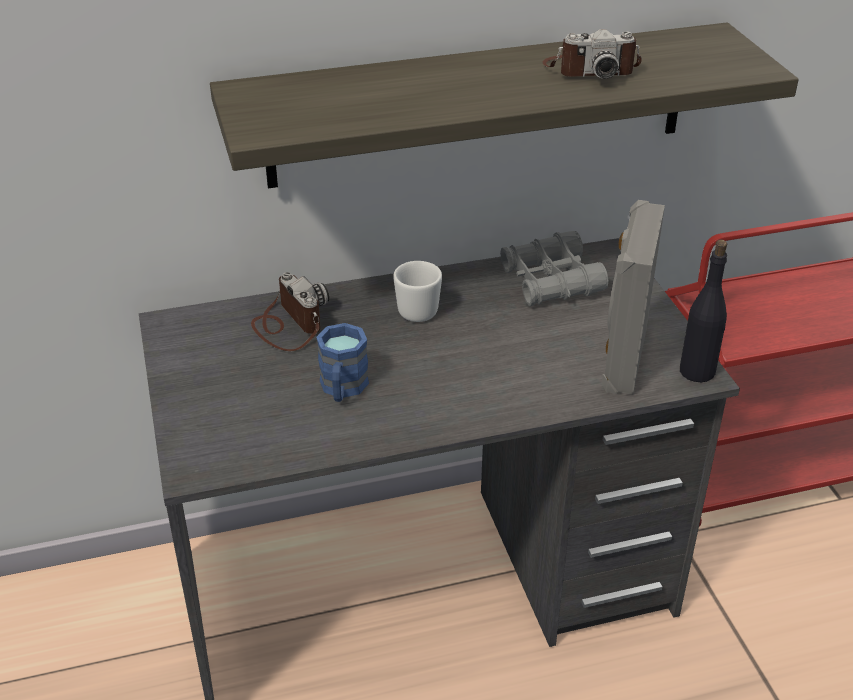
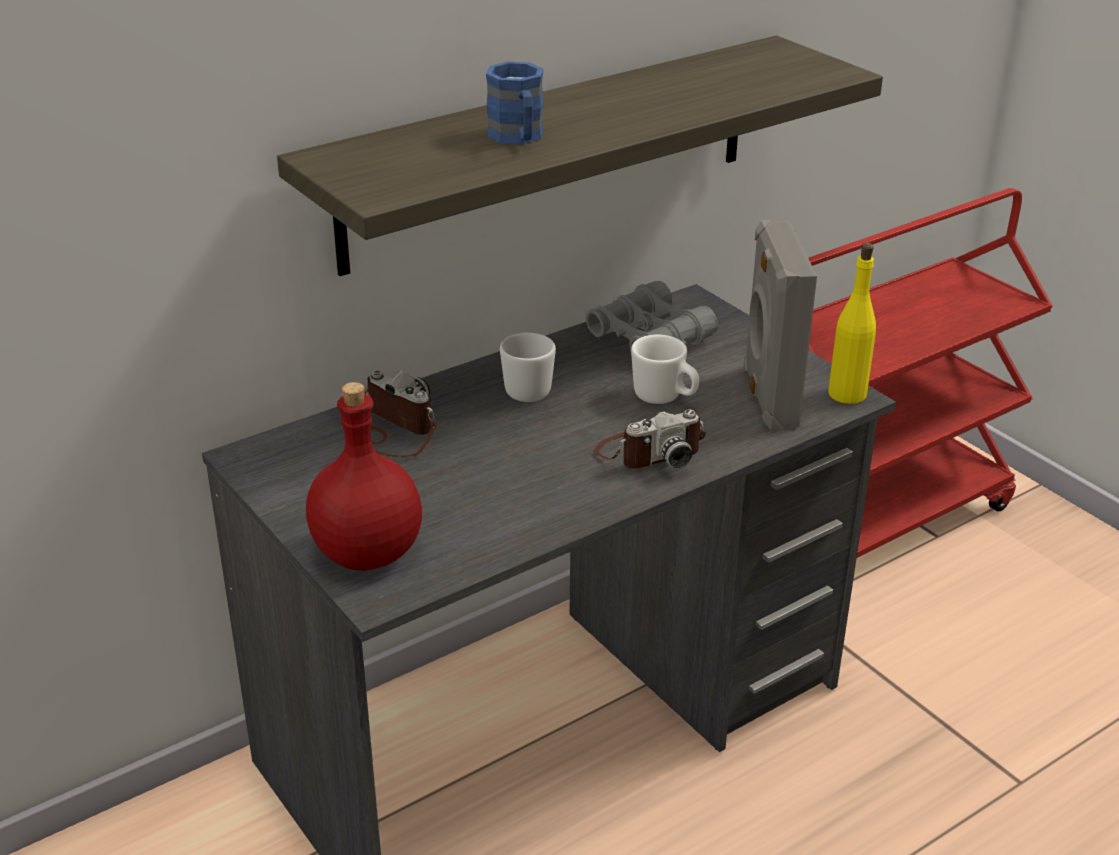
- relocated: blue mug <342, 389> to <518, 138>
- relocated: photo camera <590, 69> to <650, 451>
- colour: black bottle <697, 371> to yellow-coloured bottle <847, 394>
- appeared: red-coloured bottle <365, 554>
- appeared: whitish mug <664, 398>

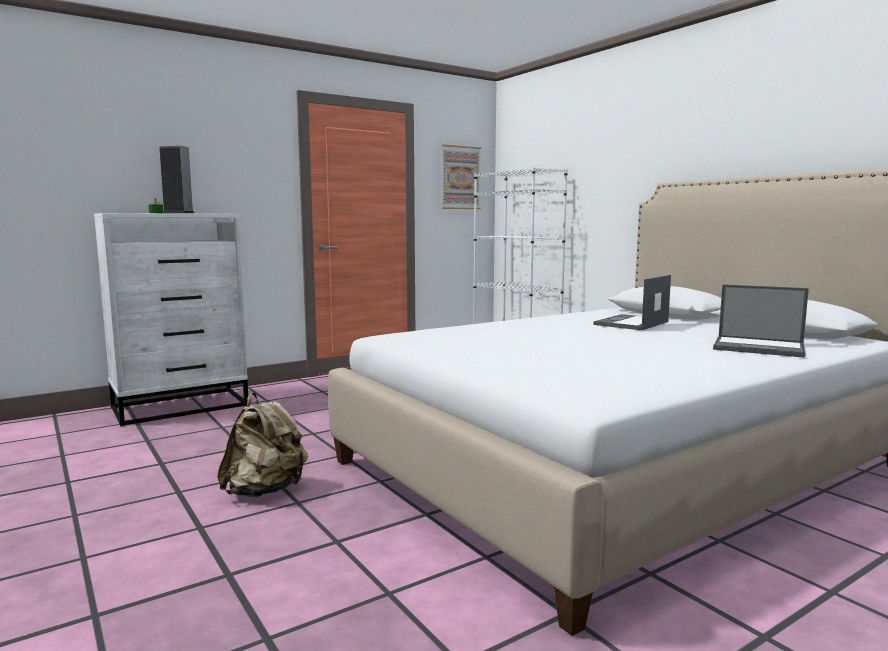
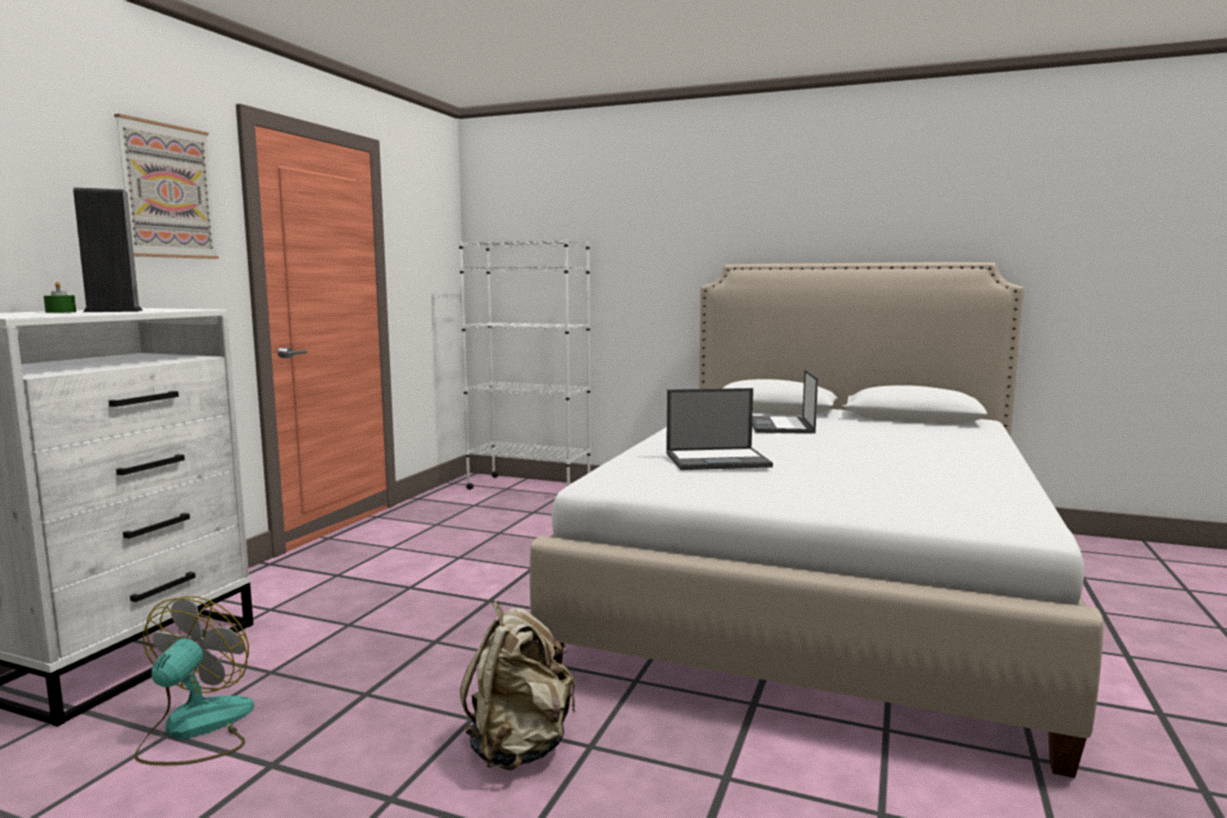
- relocated: wall picture <460, 177> to <167, 191>
- relocated: laptop <760, 347> to <718, 460>
- appeared: electric fan <195, 729>

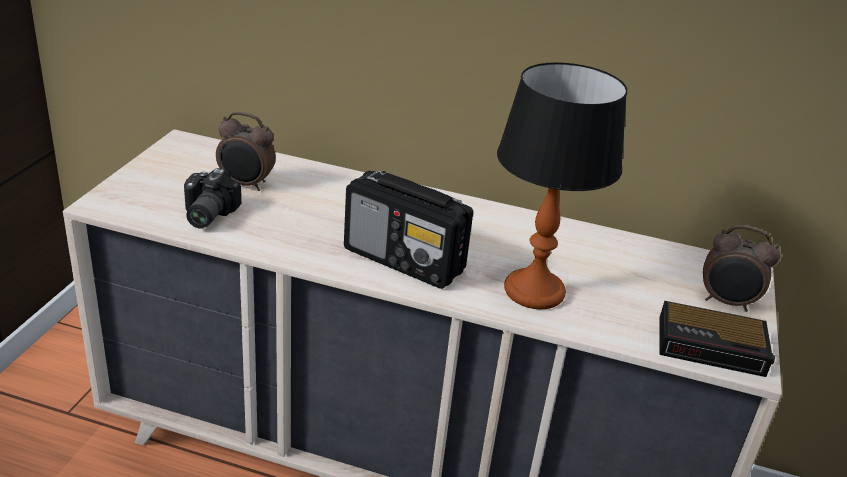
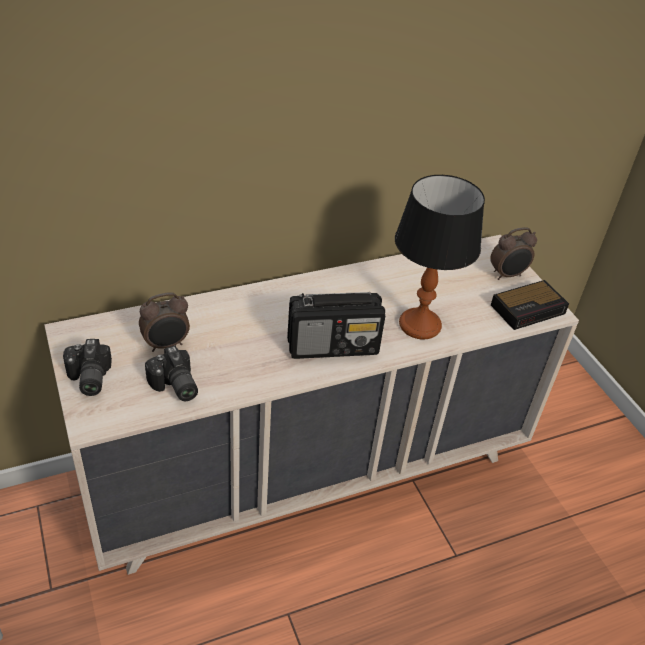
- appeared: photo camera <87, 379>

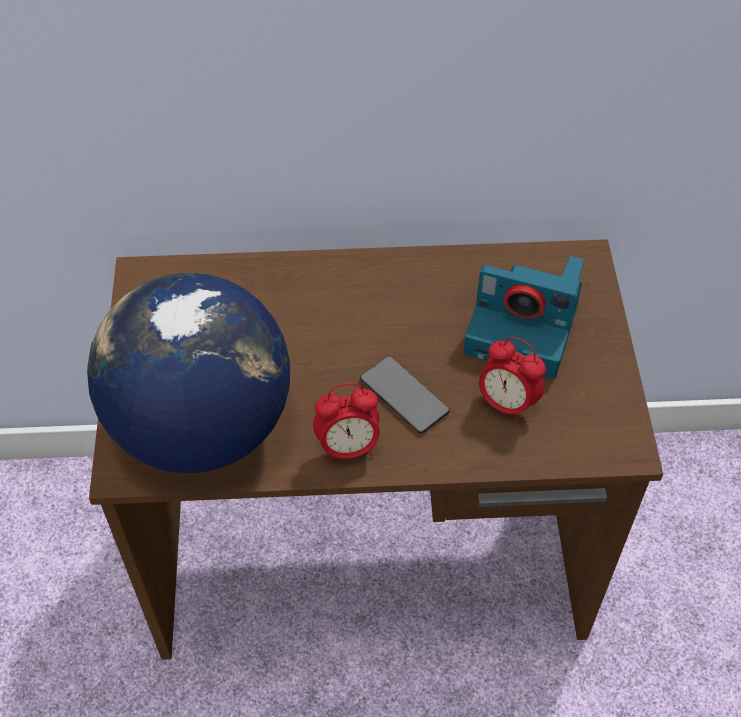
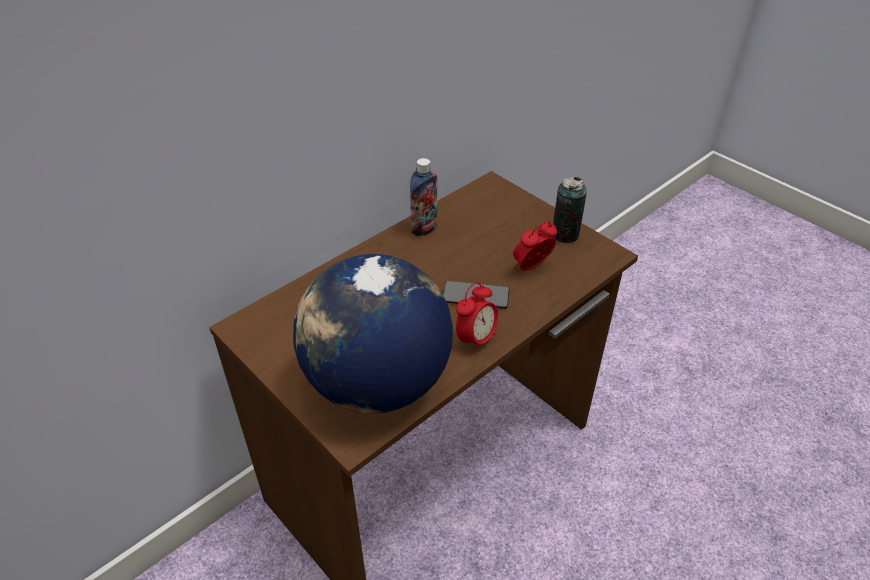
- missing: photo camera <525, 327>
- spun: bedside clock <506, 403> = <531, 268> 150 degrees clockwise
- appeared: bottle <424, 228>
- appeared: metal can <565, 235>

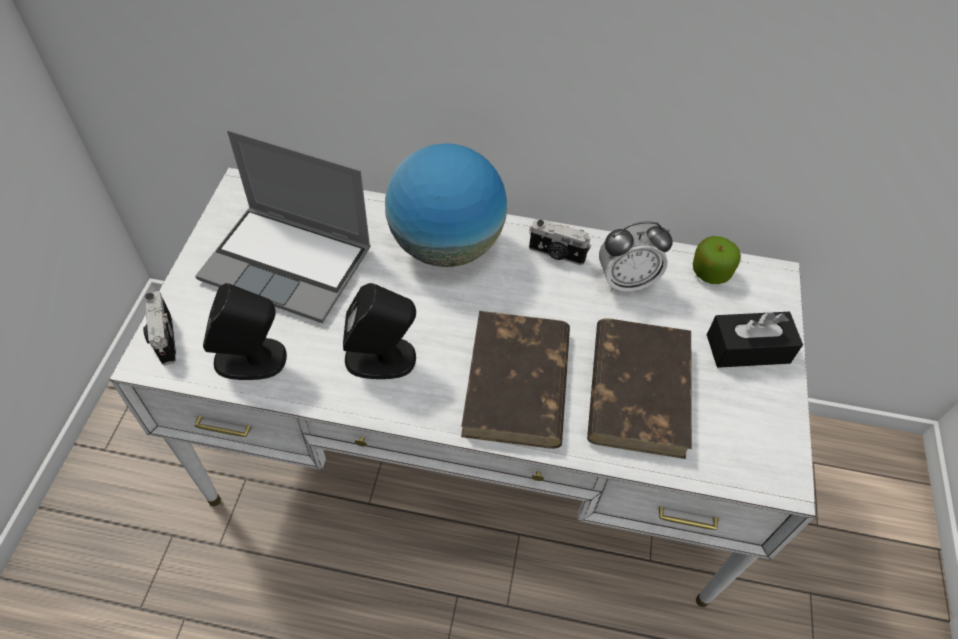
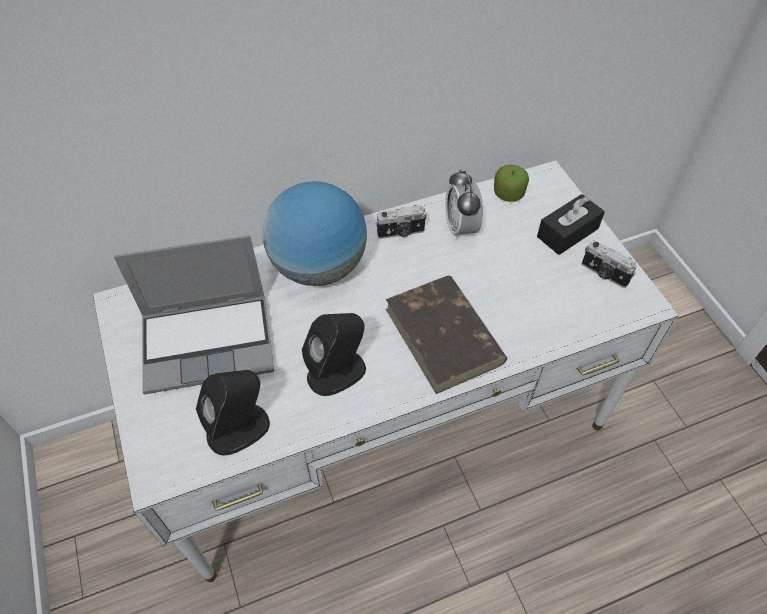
- relocated: photo camera <164, 339> to <604, 274>
- missing: brown-coloured bound book <638, 389>
- spun: bedside clock <626, 281> = <461, 228> 120 degrees clockwise

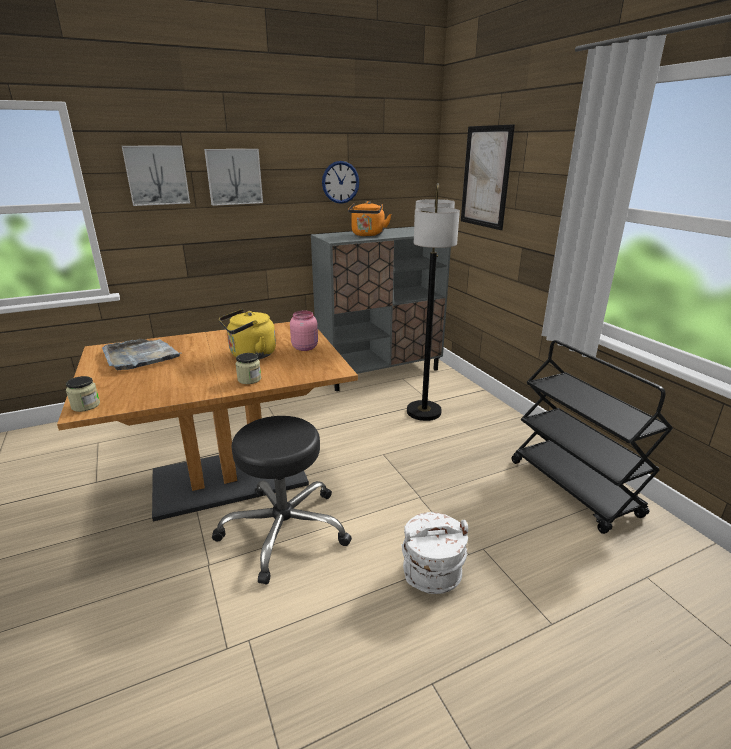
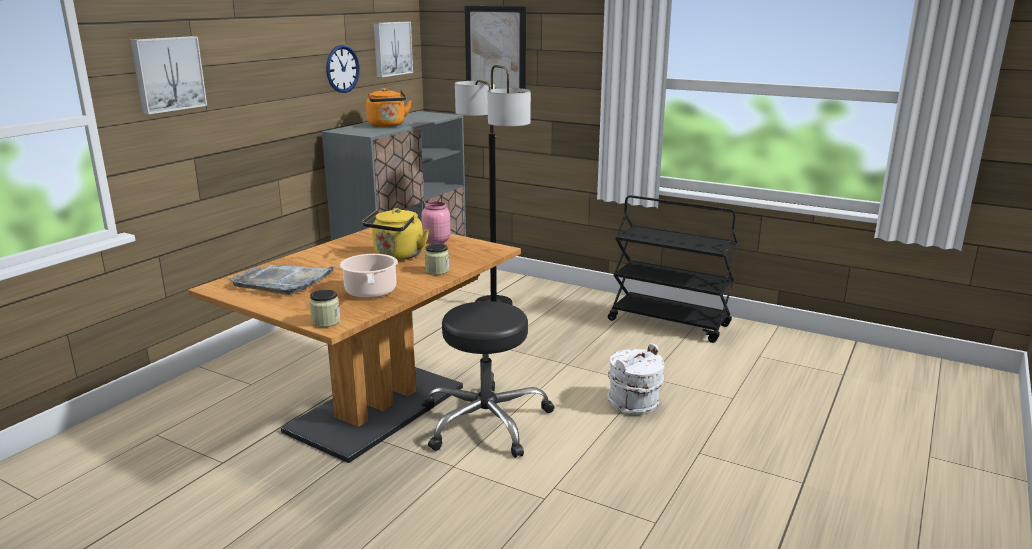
- relocated: wall picture <234, 176> to <391, 48>
- appeared: saucepot <371, 292>

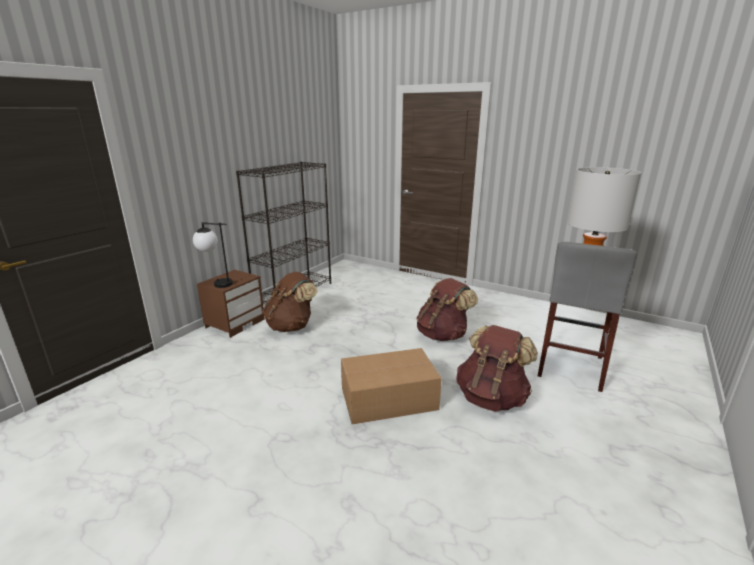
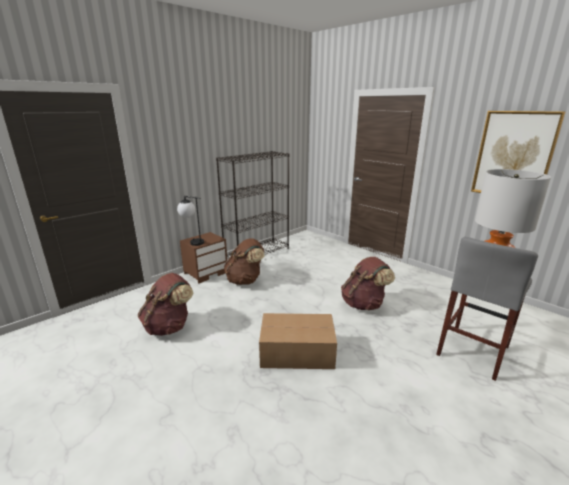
- relocated: brown-coloured knapsack <491, 398> to <169, 327>
- appeared: wall picture <513, 155>

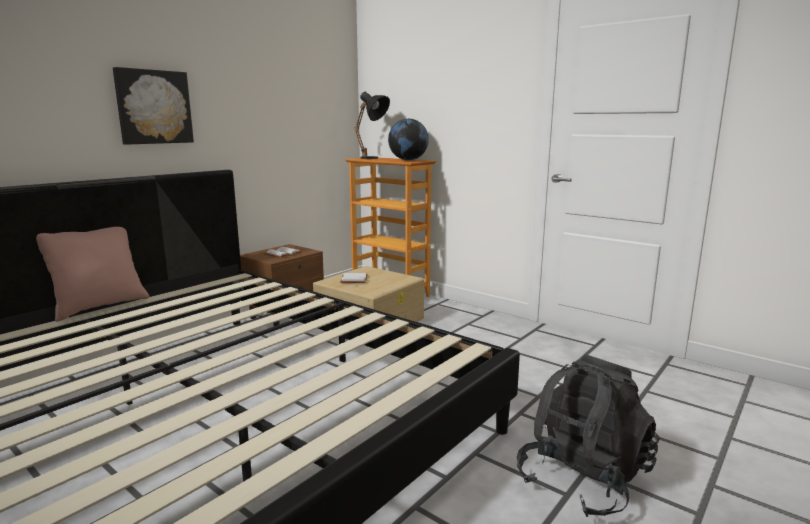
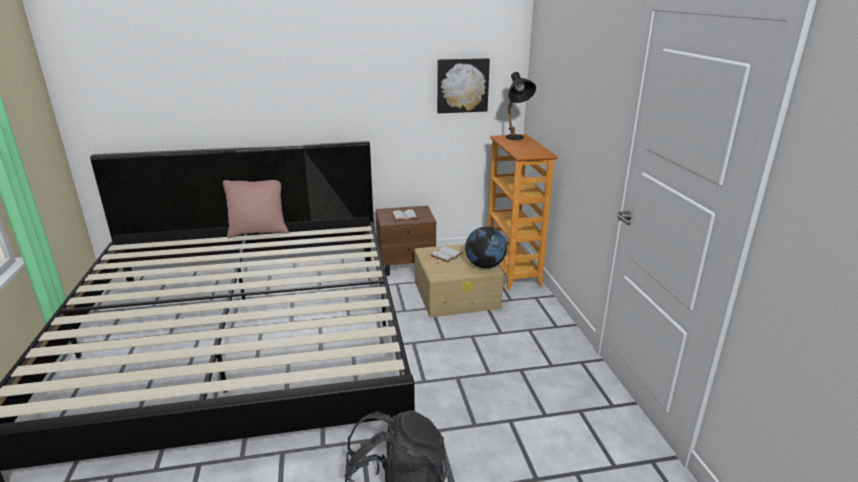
- relocated: wall picture <153, 107> to <462, 85>
- relocated: world globe <408, 160> to <485, 266>

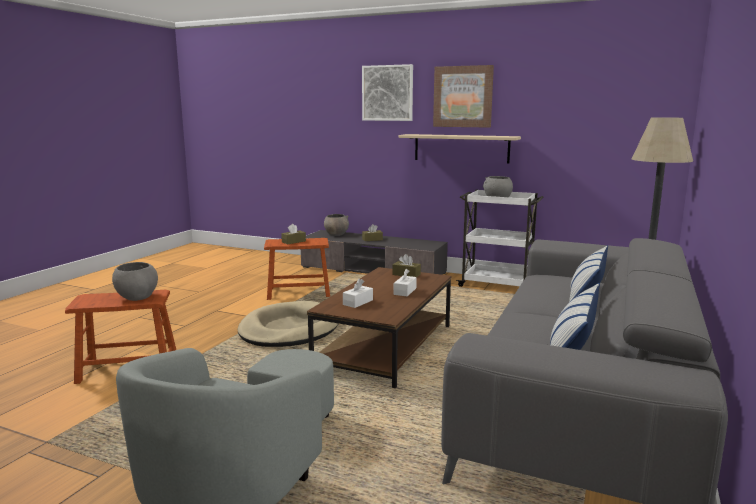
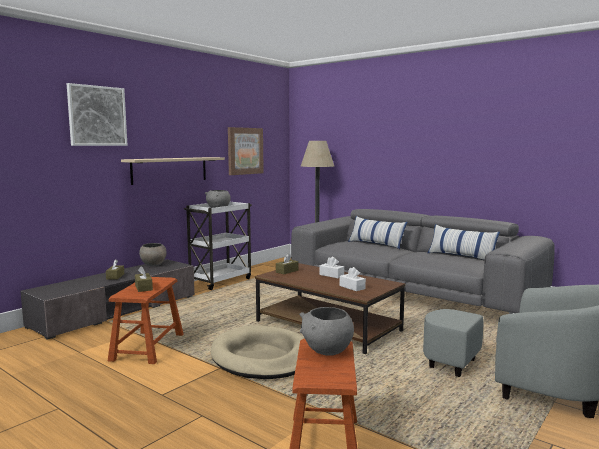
- relocated: gray serving bowl <336, 234> to <153, 265>
- relocated: wall picture <463, 96> to <245, 151>

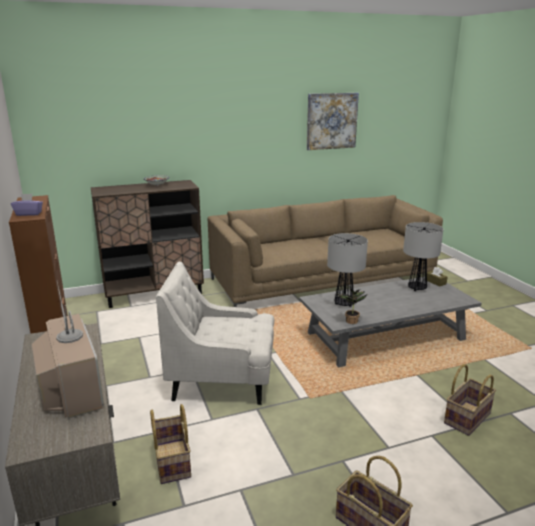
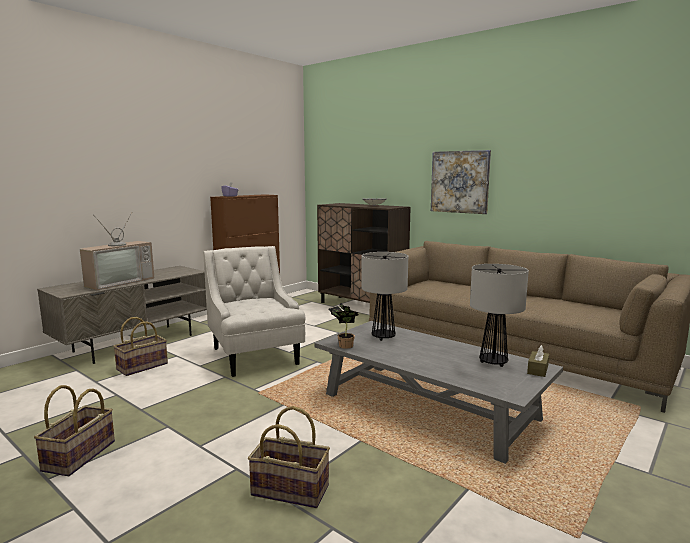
- relocated: wall picture <331, 121> to <460, 182>

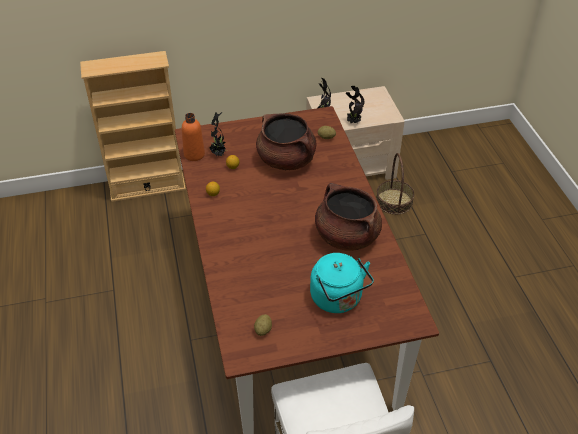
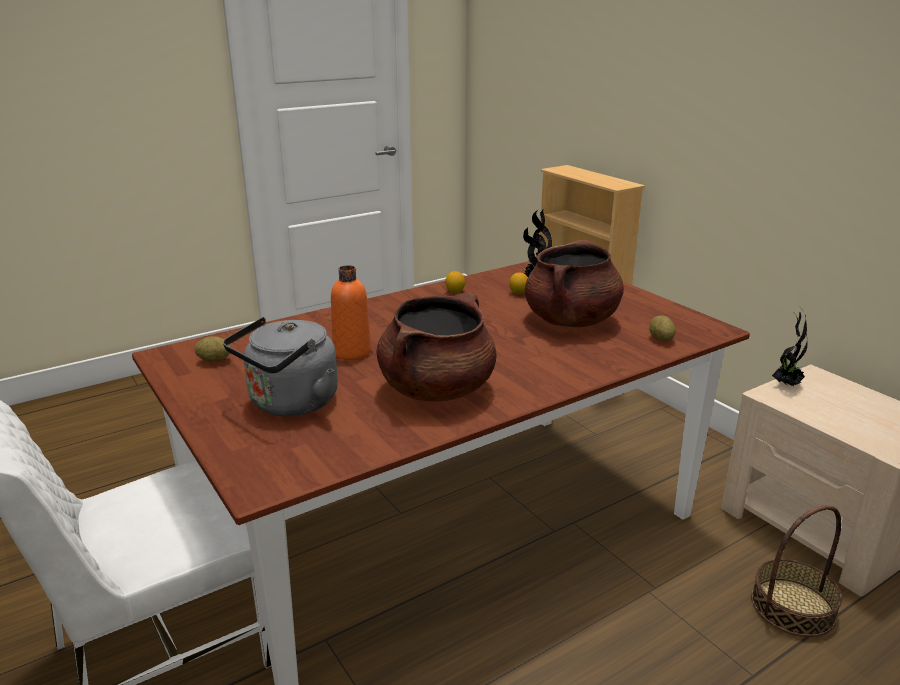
- relocated: orange-coloured bottle <194, 154> to <352, 352>
- colour: turquoise kettle <338, 299> to gray kettle <290, 404>
- missing: plant in a pot <352, 122>

